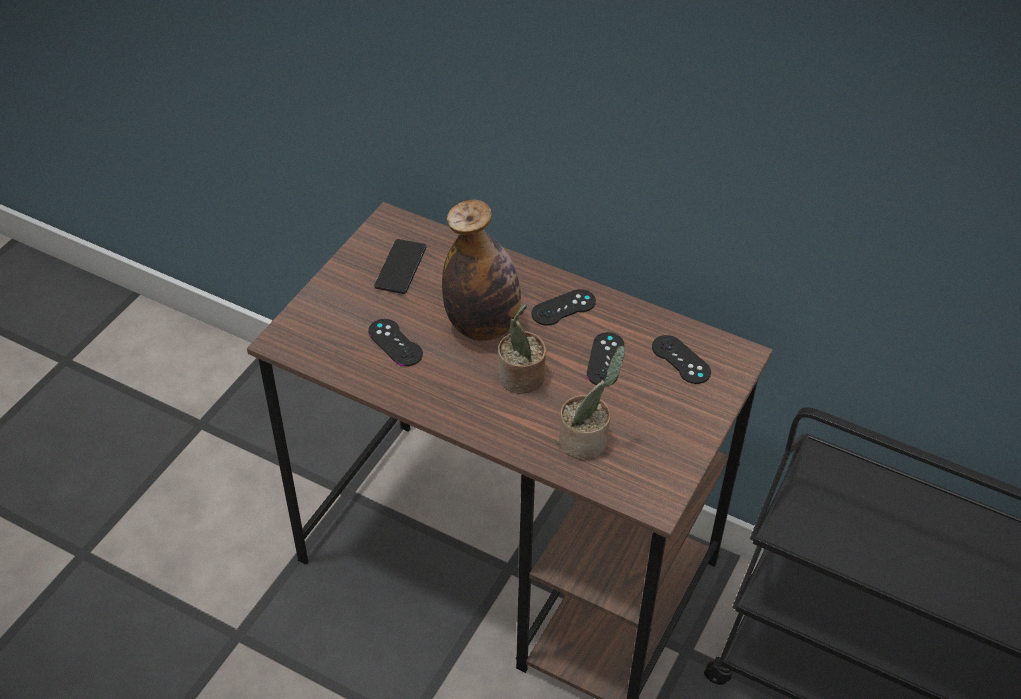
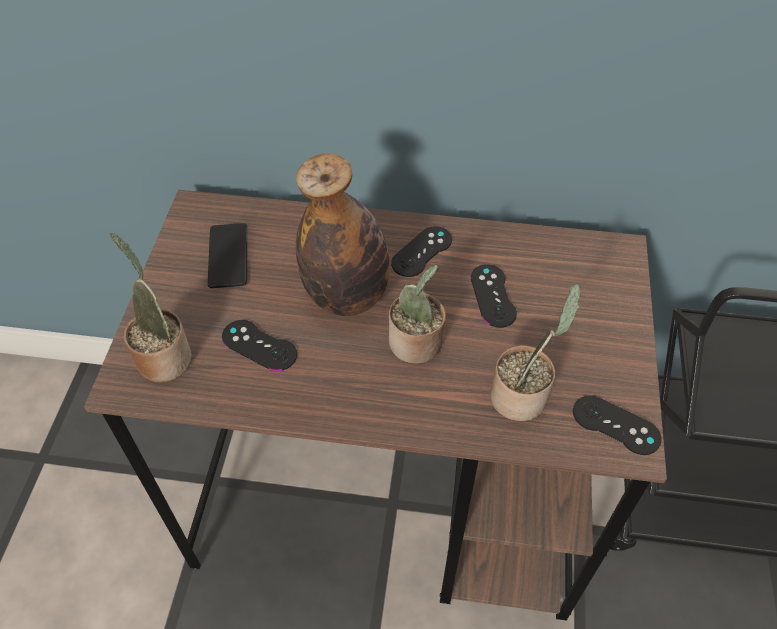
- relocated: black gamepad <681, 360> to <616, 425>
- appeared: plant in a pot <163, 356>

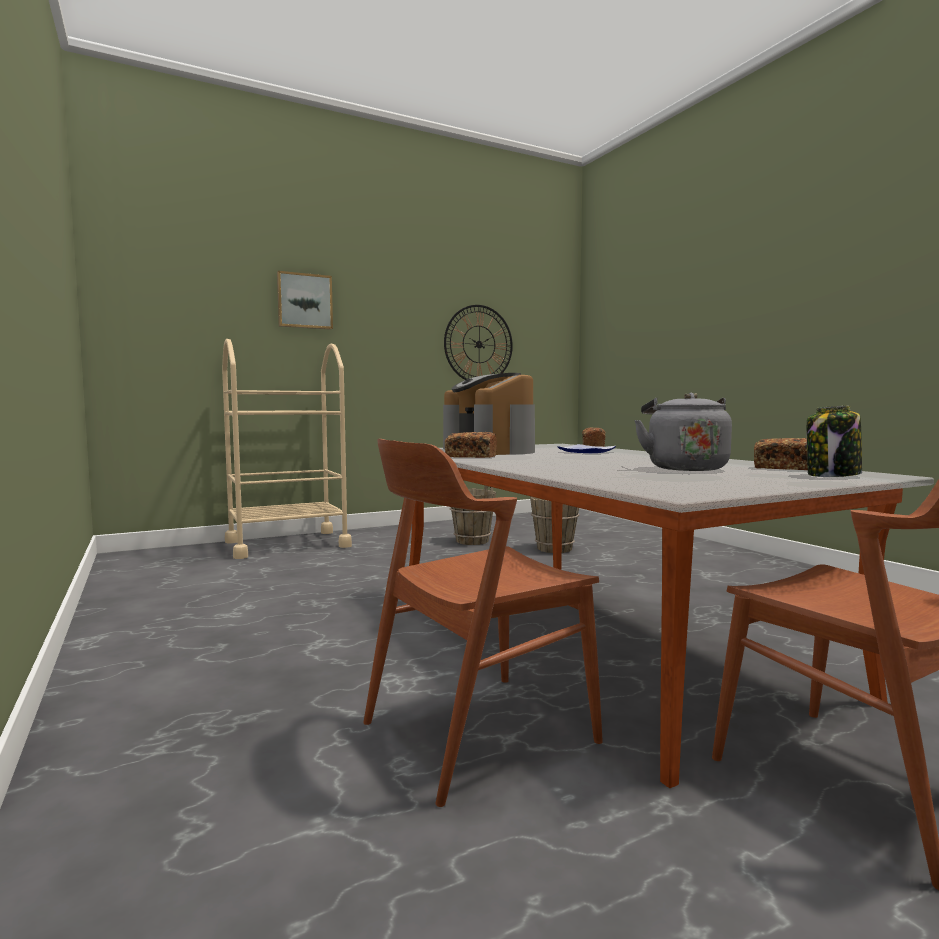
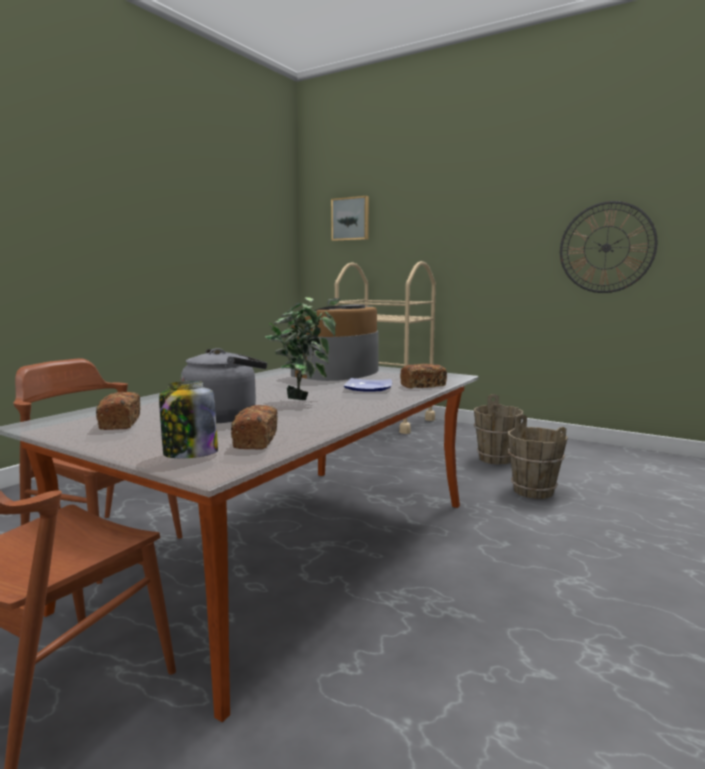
- relocated: wall picture <304, 301> to <351, 219>
- relocated: bakery bread <470, 457> to <120, 423>
- appeared: plant in a pot <304, 398>

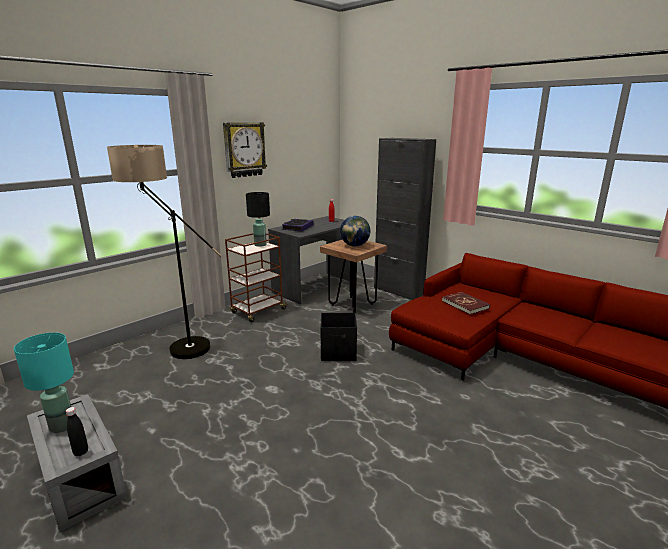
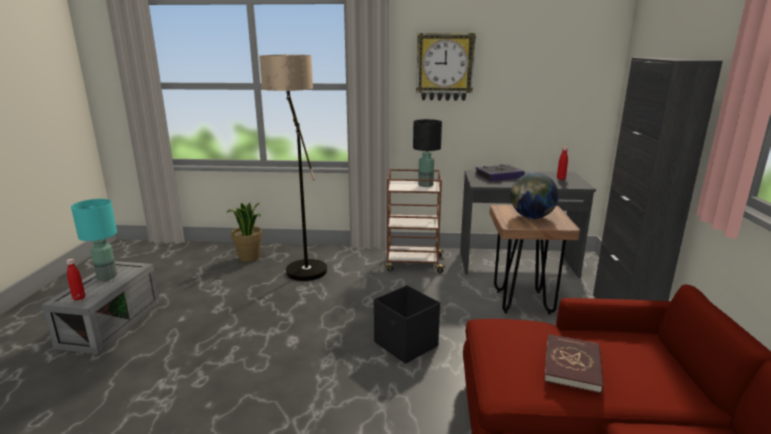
- colour: black bottle <81, 452> to red-coloured bottle <79, 298>
- appeared: plant in a pot <249, 257>

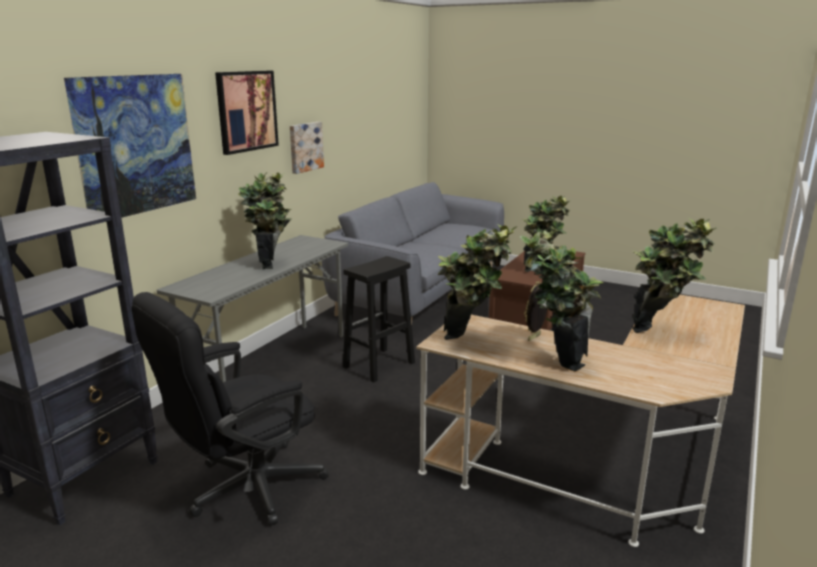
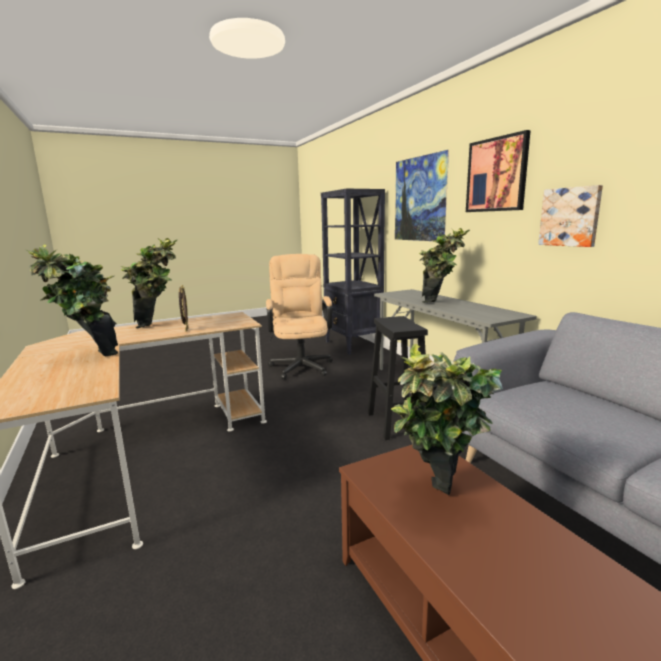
- colour: black desk chair <244, 490> to beige-coloured desk chair <301, 365>
- missing: plant in a pot <473, 340>

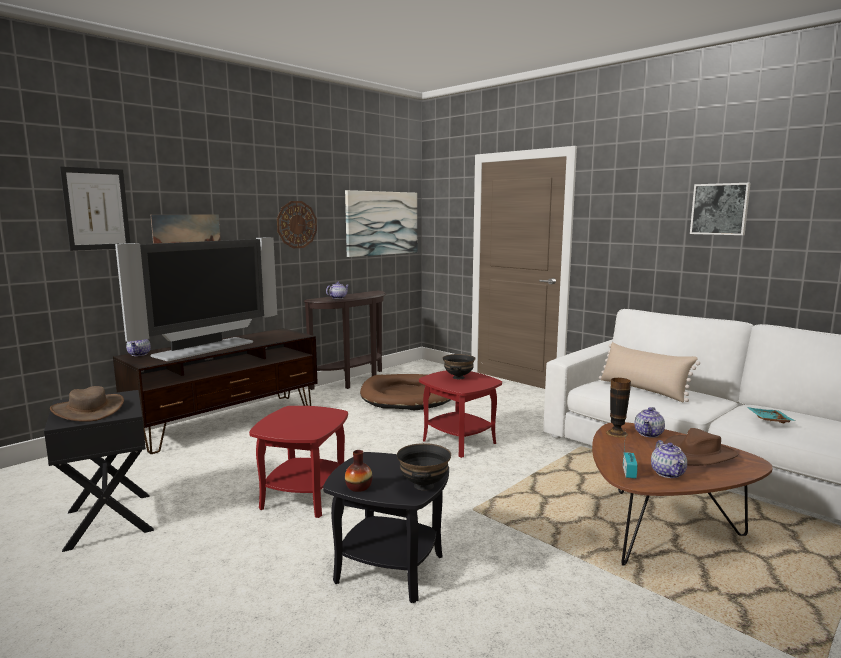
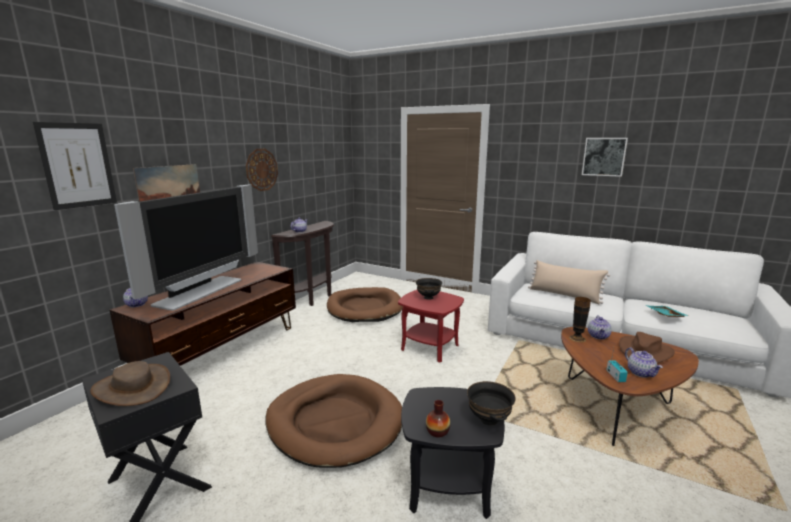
- exchanged: red-coloured side table <304, 497> to brown-coloured pet bed <335, 422>
- missing: wall picture <382, 223>

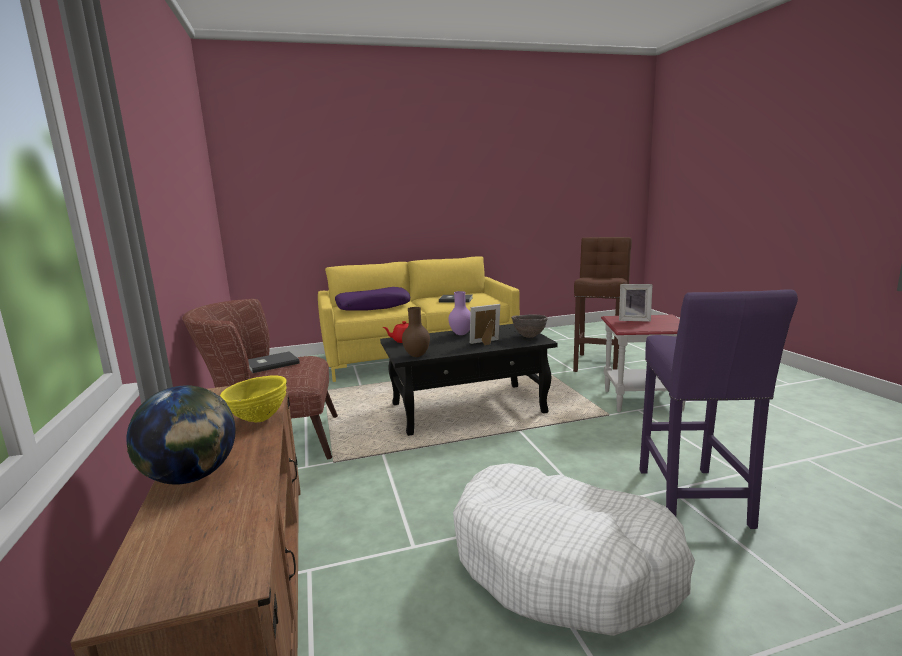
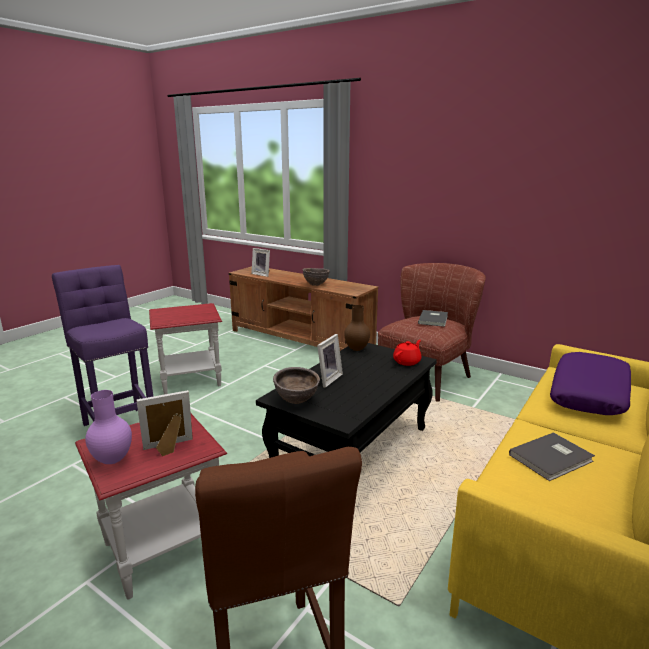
- missing: world globe <191, 478>
- colour: yellow-coloured serving bowl <258, 419> to brown-coloured serving bowl <316, 285>
- relocated: purplish decorative vase <461, 334> to <111, 460>
- exchanged: whitish pet bed <564, 563> to red-coloured side table <191, 380>
- appeared: picture frame <262, 274>

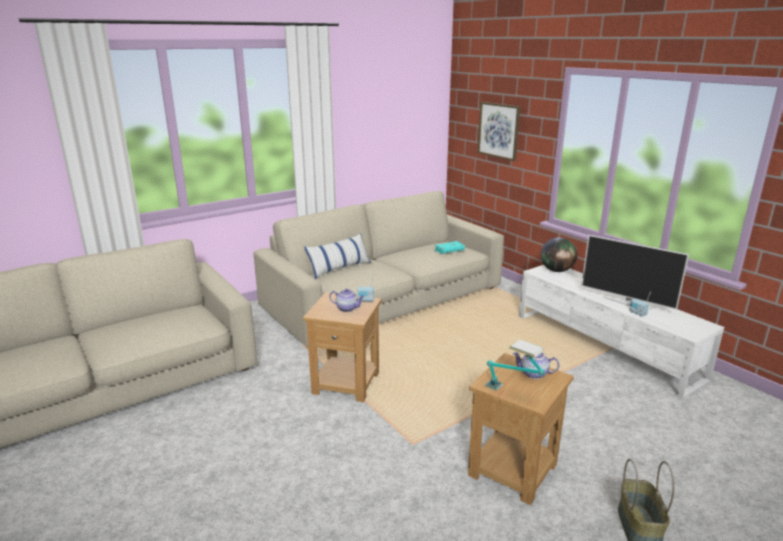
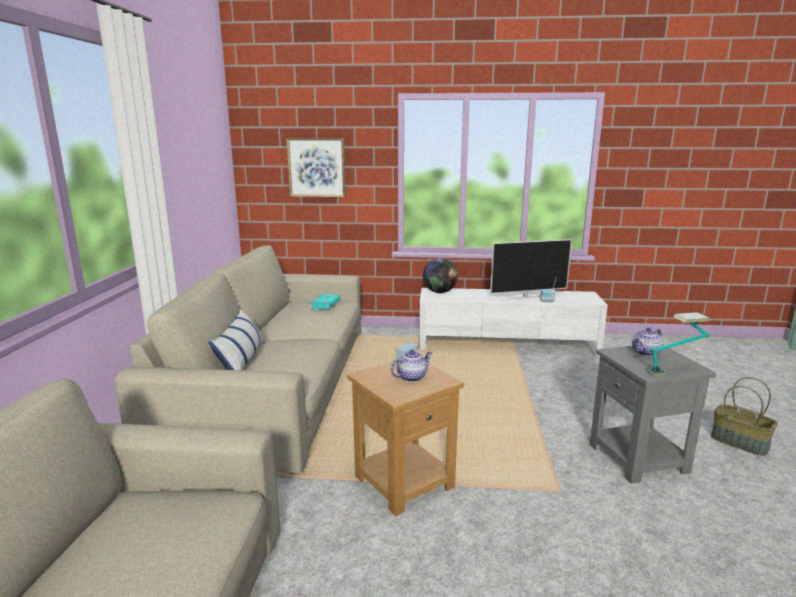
- colour: brown-coloured side table <512, 470> to gray side table <639, 458>

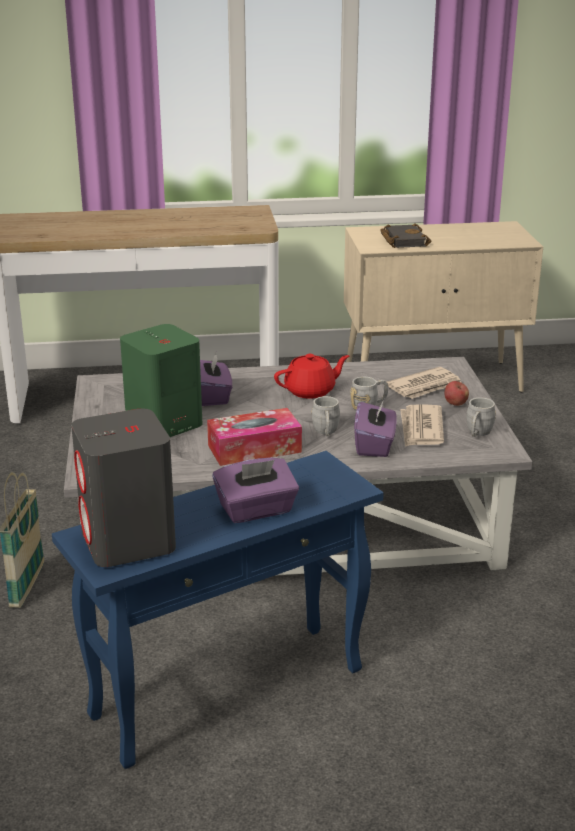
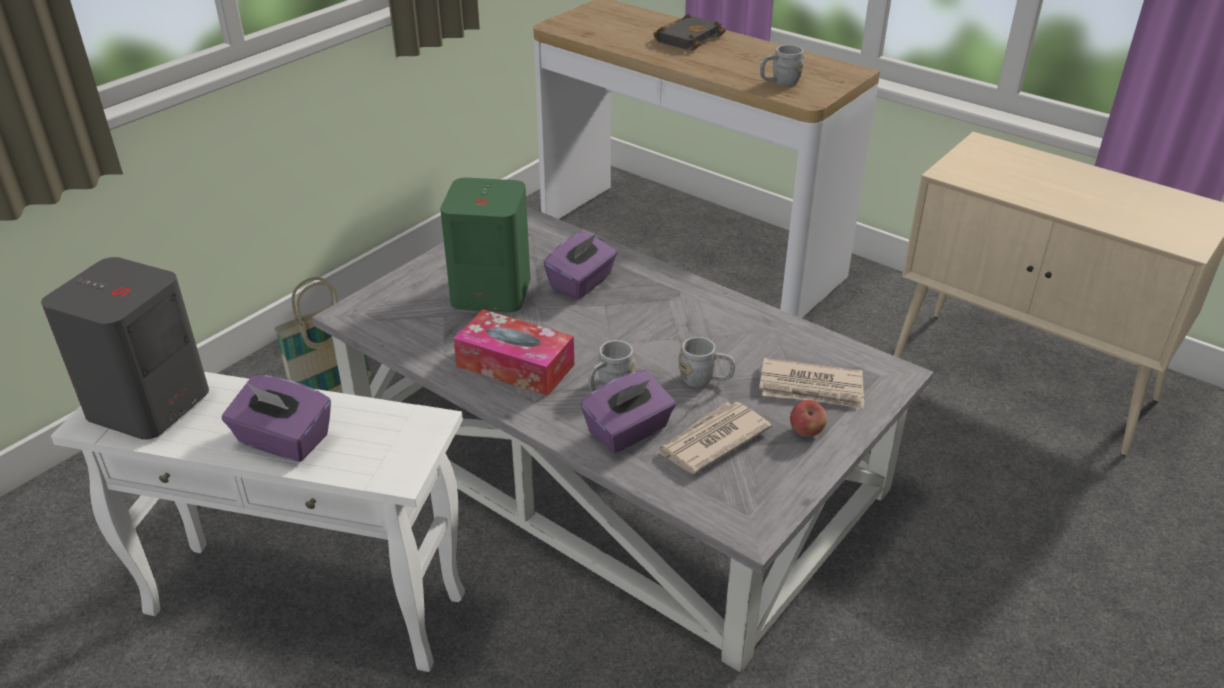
- colour: blue side table <228, 693> to whitish side table <306, 605>
- missing: red-coloured tea pot <311, 391>
- relocated: black bound book <402, 240> to <688, 37>
- relocated: gray mug <477, 433> to <780, 82>

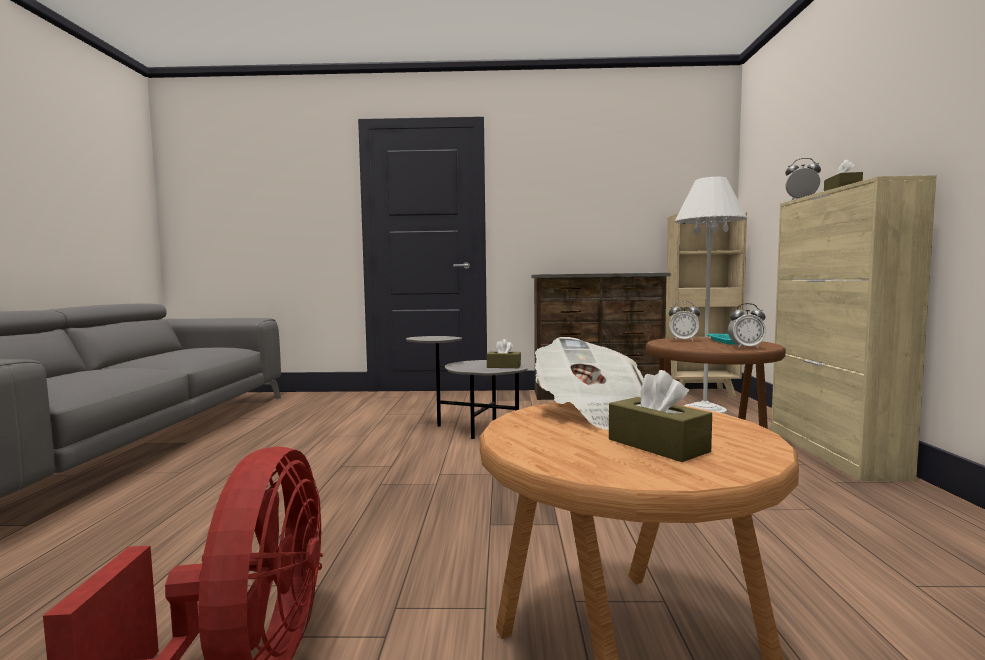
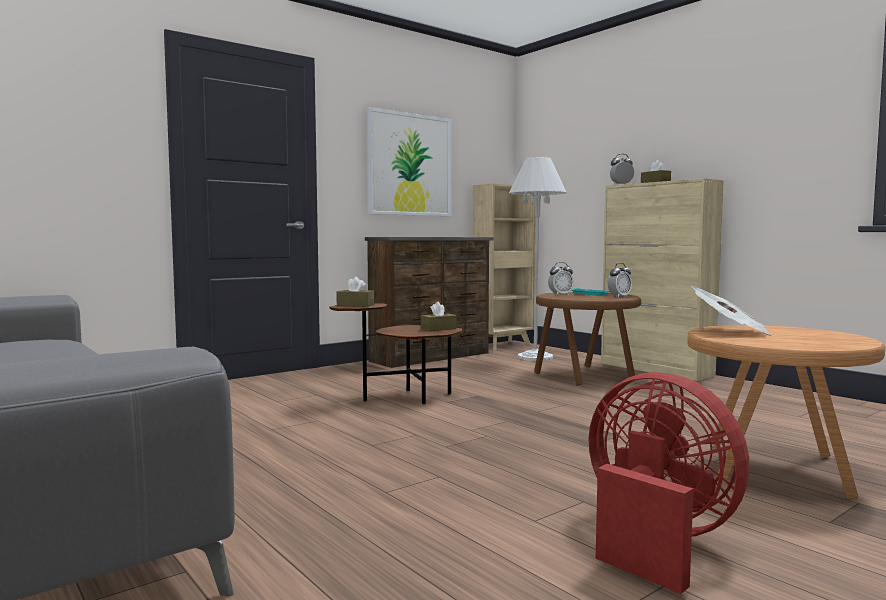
- colour: gray side table <472, 429> to brown-coloured side table <403, 398>
- relocated: brown-coloured tissue holder <657, 445> to <355, 305>
- appeared: wall picture <409, 165>

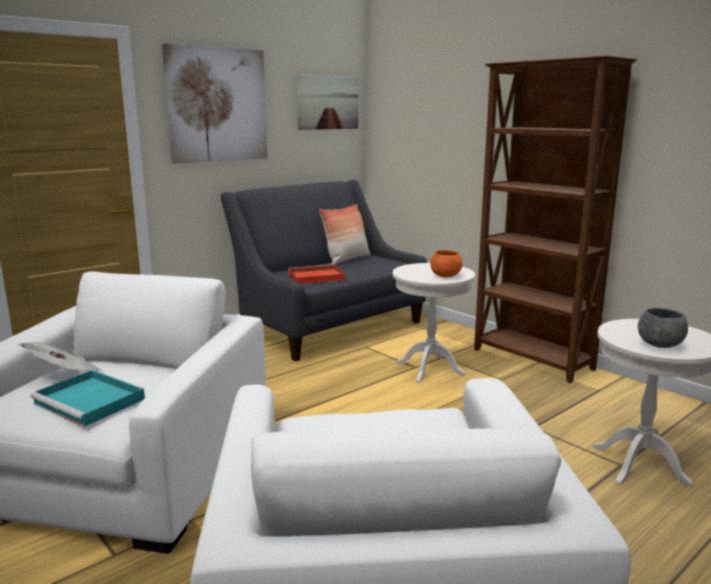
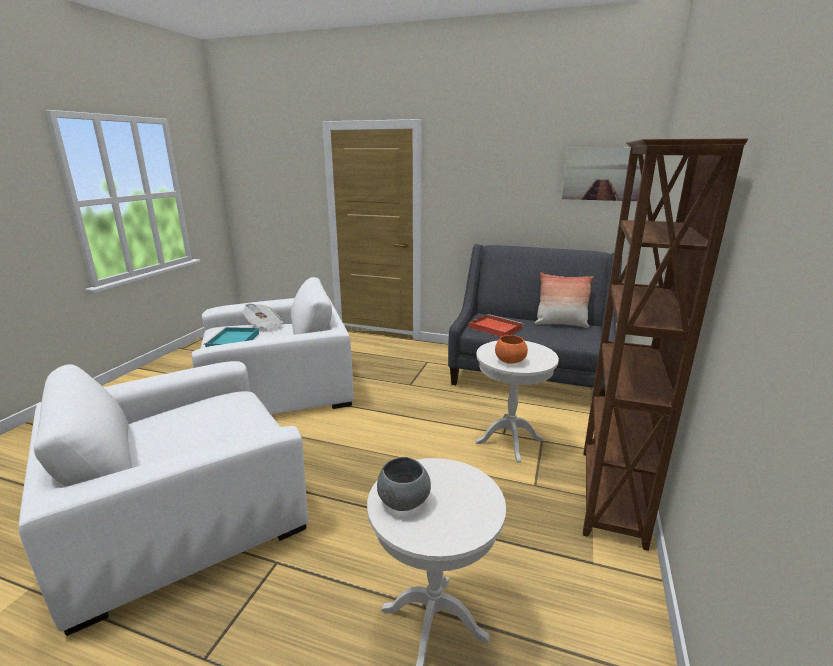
- missing: wall picture <217, 105>

